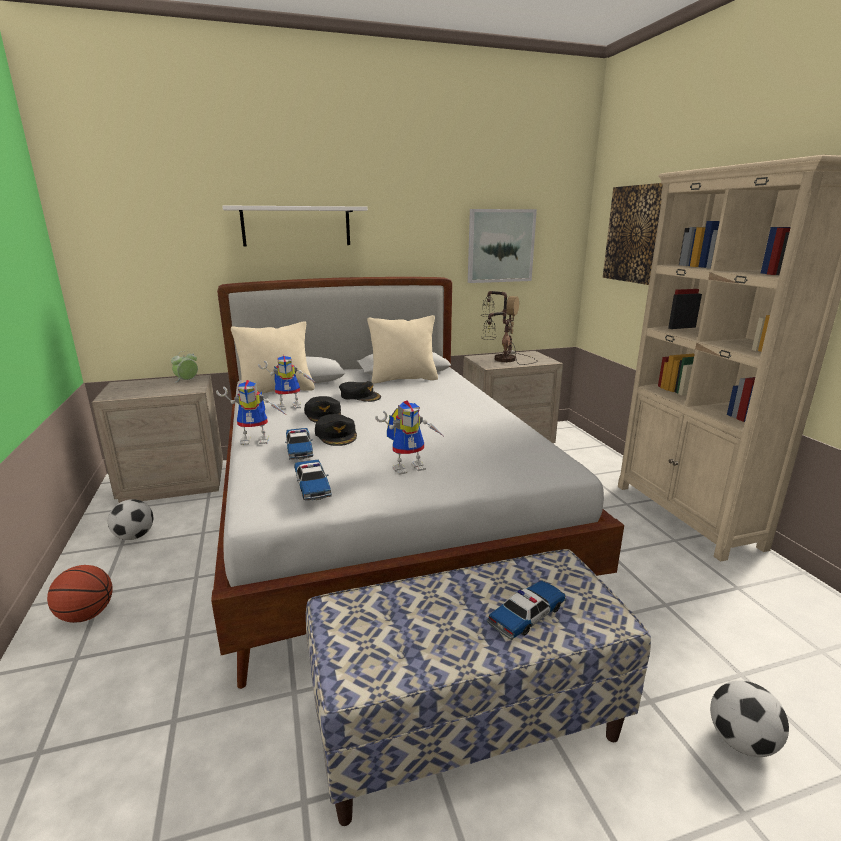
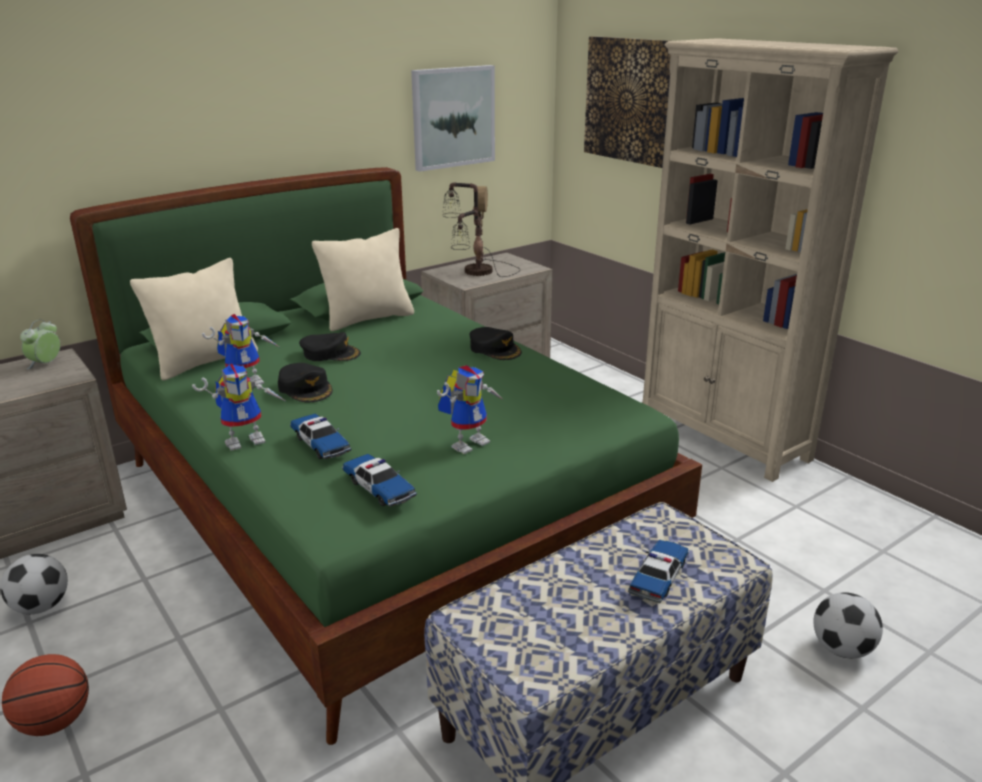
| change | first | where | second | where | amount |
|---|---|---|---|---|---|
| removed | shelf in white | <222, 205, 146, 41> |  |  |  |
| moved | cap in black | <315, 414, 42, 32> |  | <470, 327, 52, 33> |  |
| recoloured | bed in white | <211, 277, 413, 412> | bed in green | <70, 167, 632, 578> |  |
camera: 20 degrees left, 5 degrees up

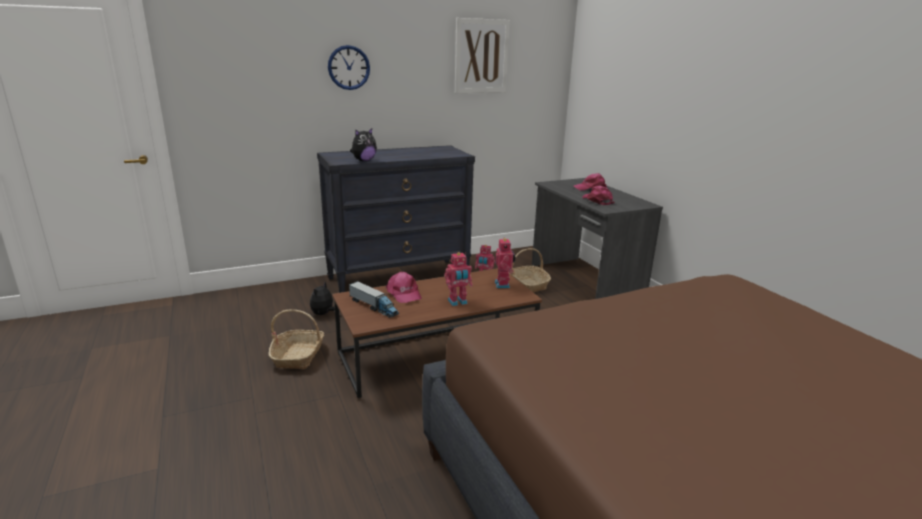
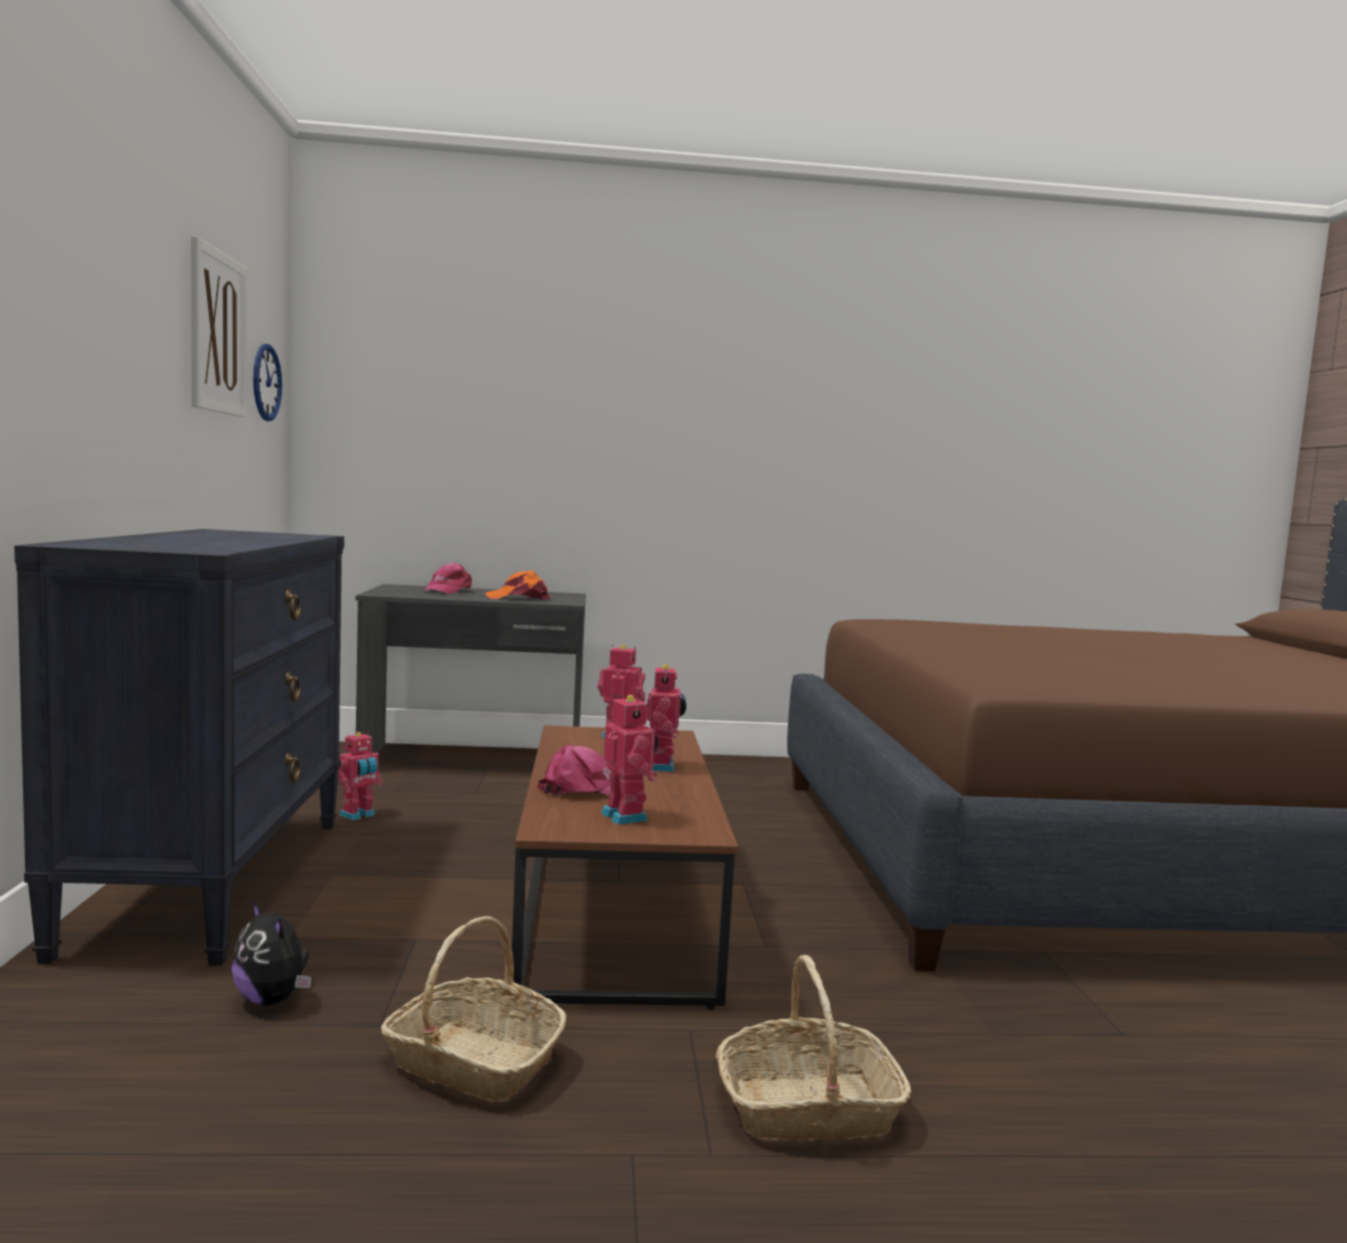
| change | first | where | second | where | amount |
|---|---|---|---|---|---|
| removed | plush toy | <350, 128, 27, 33> |  |  |  |
| moved | wall clock | <328, 45, 42, 45> |  | <253, 344, 29, 77> |  |
| moved | basket | <509, 248, 42, 44> |  | <716, 955, 195, 186> |  |
| replaced | toy truck | <349, 281, 50, 37> | toy robot | <601, 694, 57, 131> |  |
| recoloured | cap in pink | <582, 186, 33, 19> | cap in orange | <485, 570, 65, 30> |  |
camera: 70 degrees left, 15 degrees down

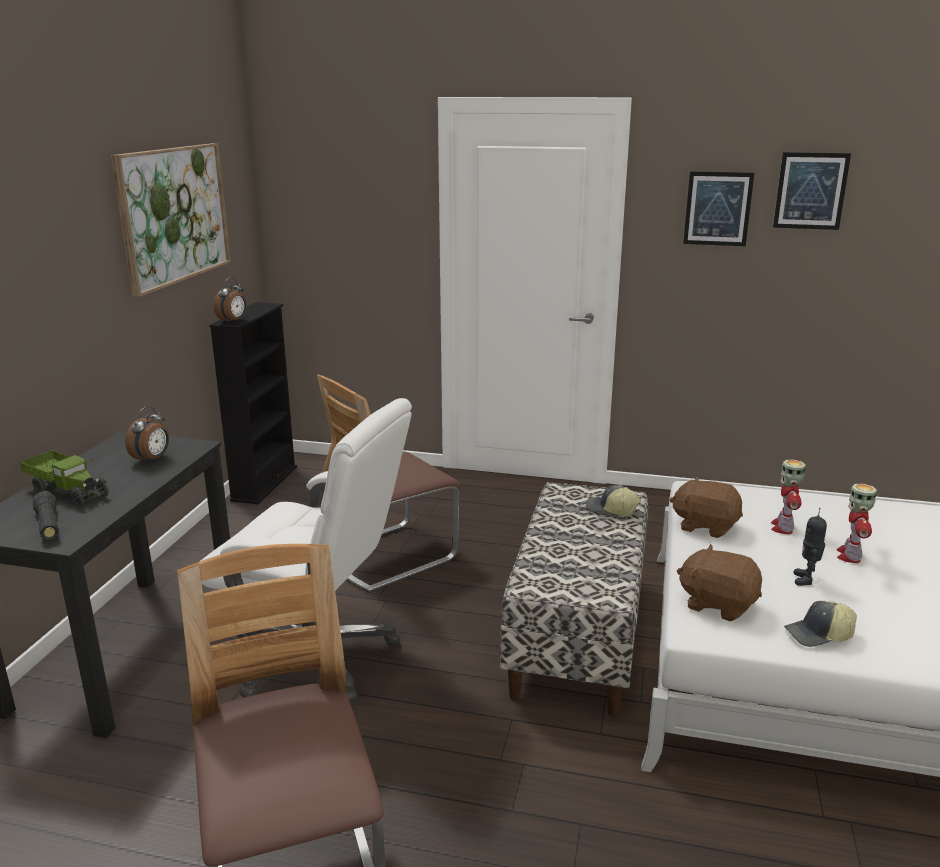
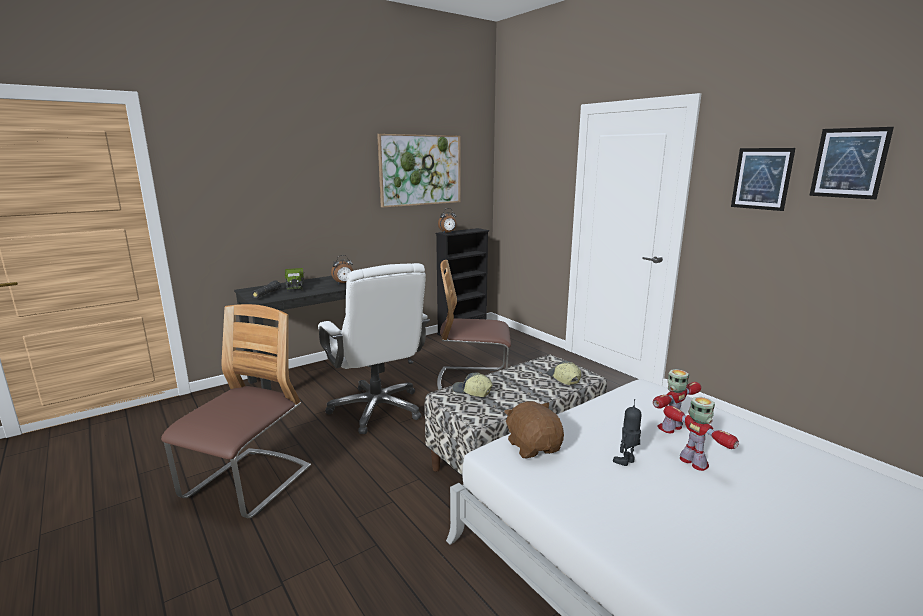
| change | first | where | second | where | amount |
|---|---|---|---|---|---|
| removed | plush toy in brown | <670, 476, 73, 62> |  |  |  |
| moved | cap | <784, 601, 73, 46> |  | <452, 373, 41, 24> |  |
| turned | toy robot | <837, 484, 40, 79> |  | <663, 397, 76, 74> | 90 degrees clockwise |
camera: 40 degrees right, 5 degrees down

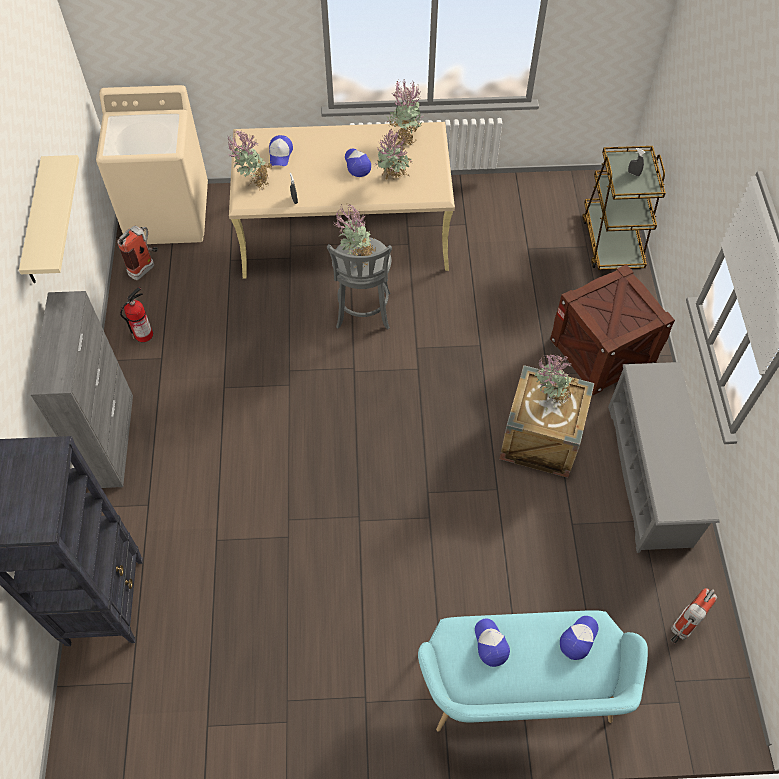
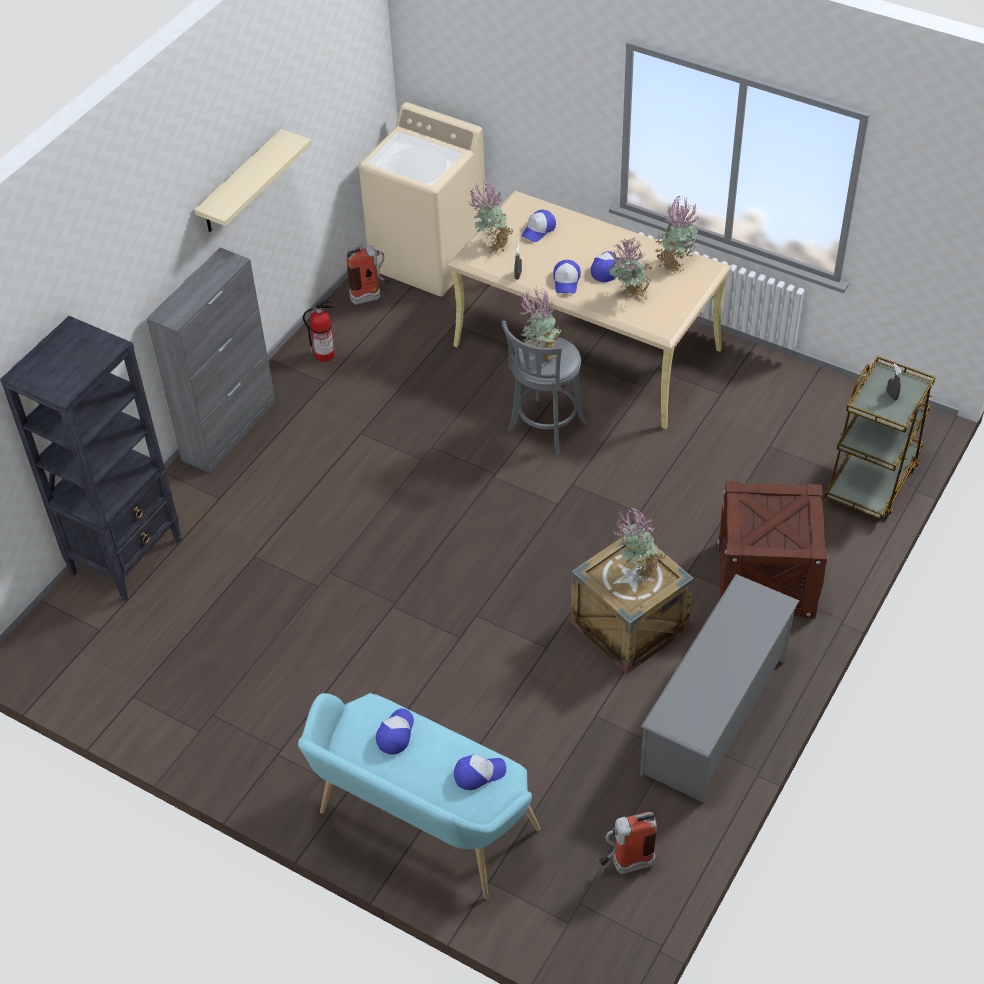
| change | first | where | second | where | amount |
|---|---|---|---|---|---|
| added |  |  | cap | <553, 260, 28, 34> |  |
camera: 35 degrees right, 10 degrees down

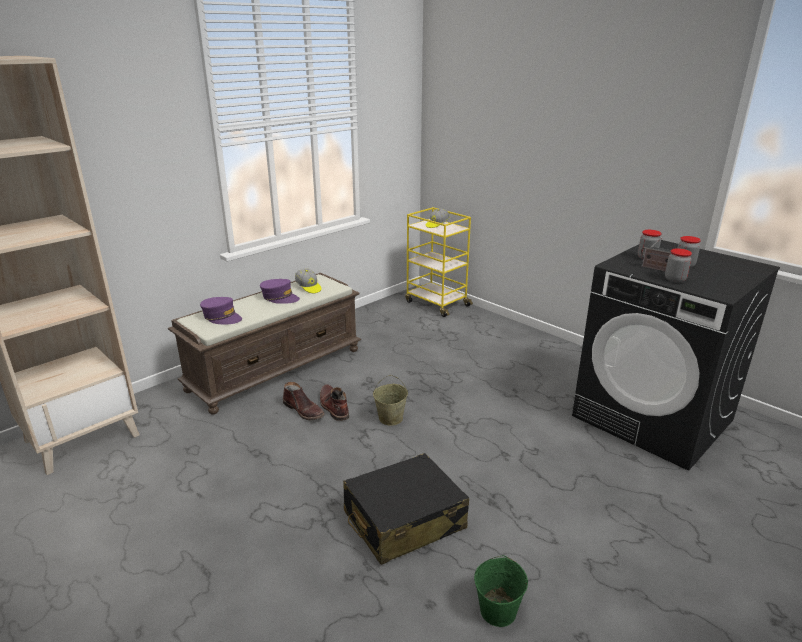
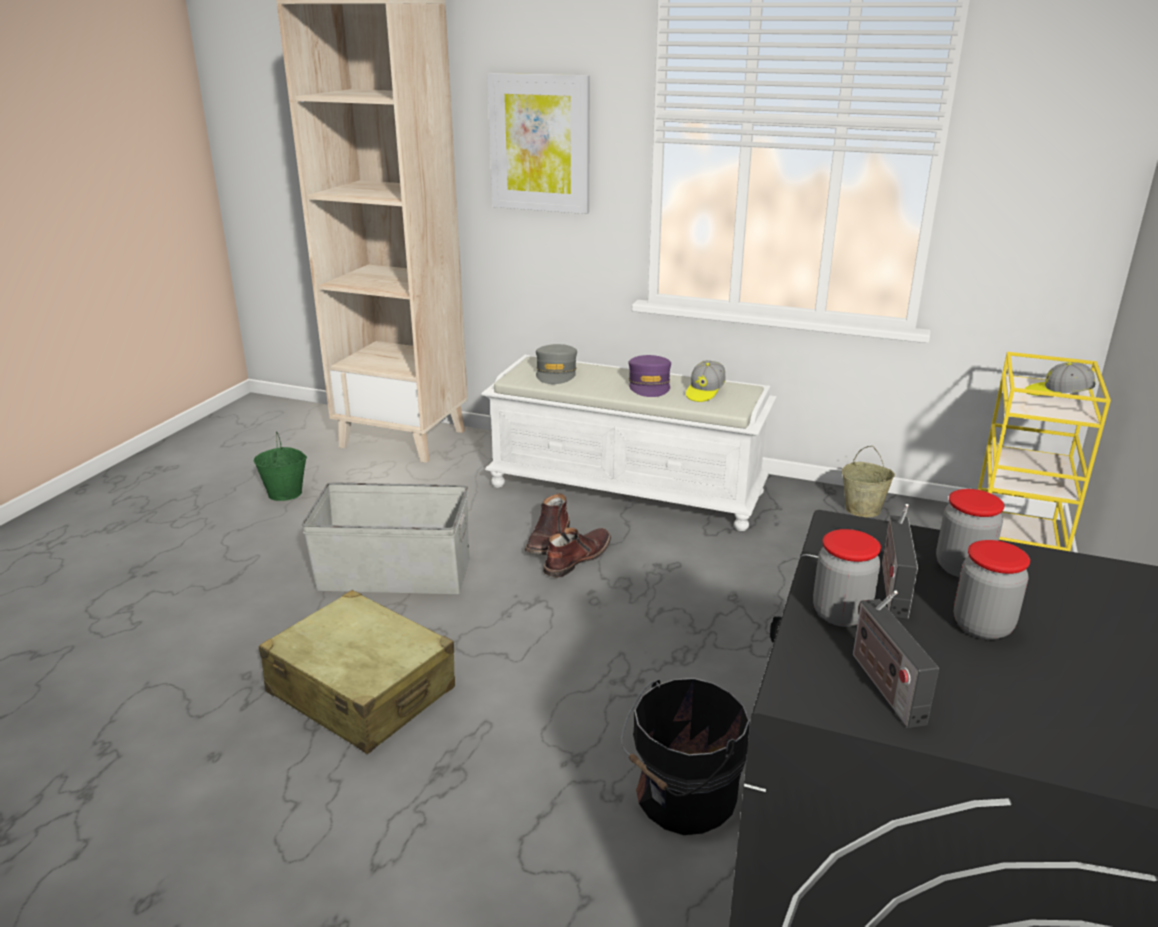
| change | first | where | second | where | amount |
|---|---|---|---|---|---|
| added |  |  | storage box in grey | <302, 482, 167, 112> |  |
| added |  |  | picture | <487, 73, 103, 141> |  |
| added |  |  | bucket in black | <621, 678, 129, 157> |  |
| added |  |  | radio | <853, 590, 86, 138> |  |
| moved | bucket in beige | <373, 375, 35, 50> |  | <842, 446, 53, 71> |  |
| moved | bucket in green | <474, 555, 54, 72> |  | <253, 431, 54, 70> |  |
| recoloured | bench in brown | <168, 273, 193, 142> | bench in white | <482, 355, 295, 176> |  |
| recoloured | cap in purple | <200, 297, 42, 27> | cap in grey | <536, 344, 41, 40> |  |
| recoloured | suitcase in black | <343, 453, 126, 112> | suitcase in beige | <259, 590, 196, 164> |  |
camera: 65 degrees right, 0 degrees up

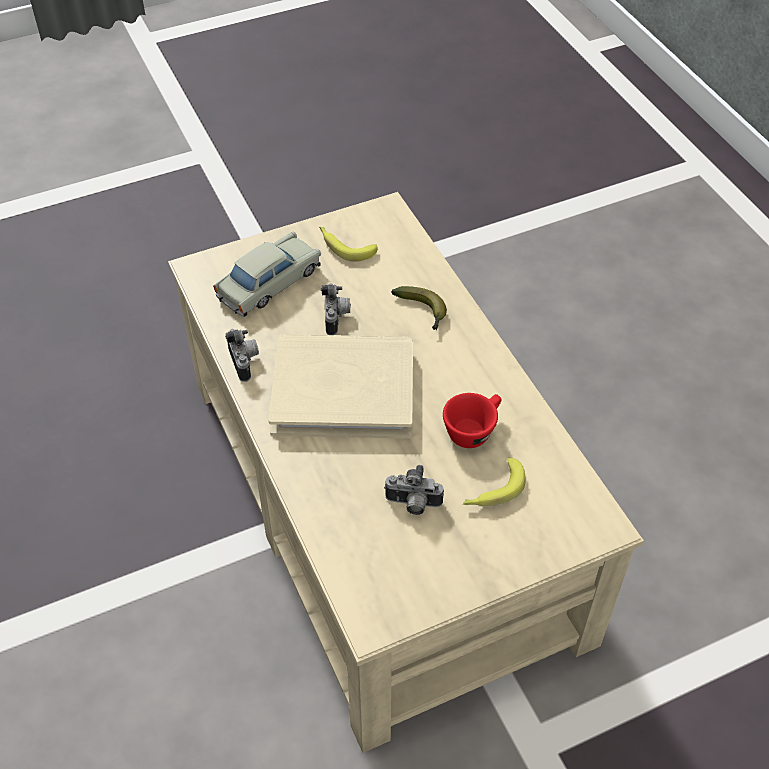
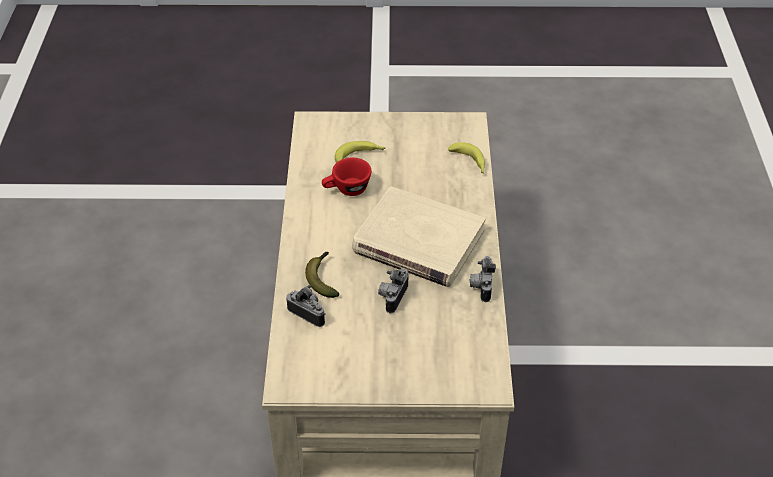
| change | first | where | second | where | amount |
|---|---|---|---|---|---|
| removed | toy car in beige | <213, 231, 108, 86> |  |  |  |
| moved | banana | <319, 227, 59, 35> |  | <448, 142, 37, 31> |  |
| moved | photo camera | <384, 465, 60, 50> |  | <286, 285, 40, 42> |  |
camera: 155 degrees left, 5 degrees down

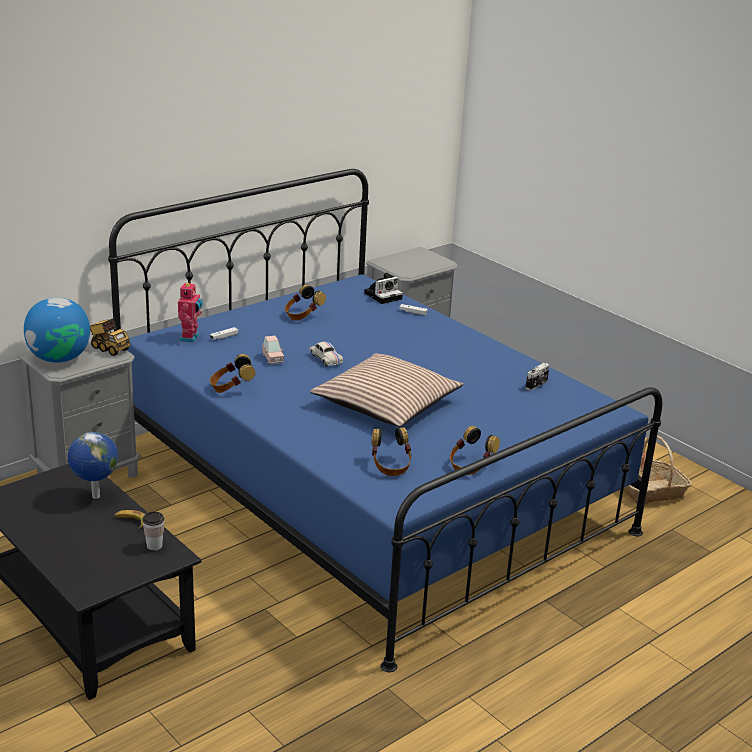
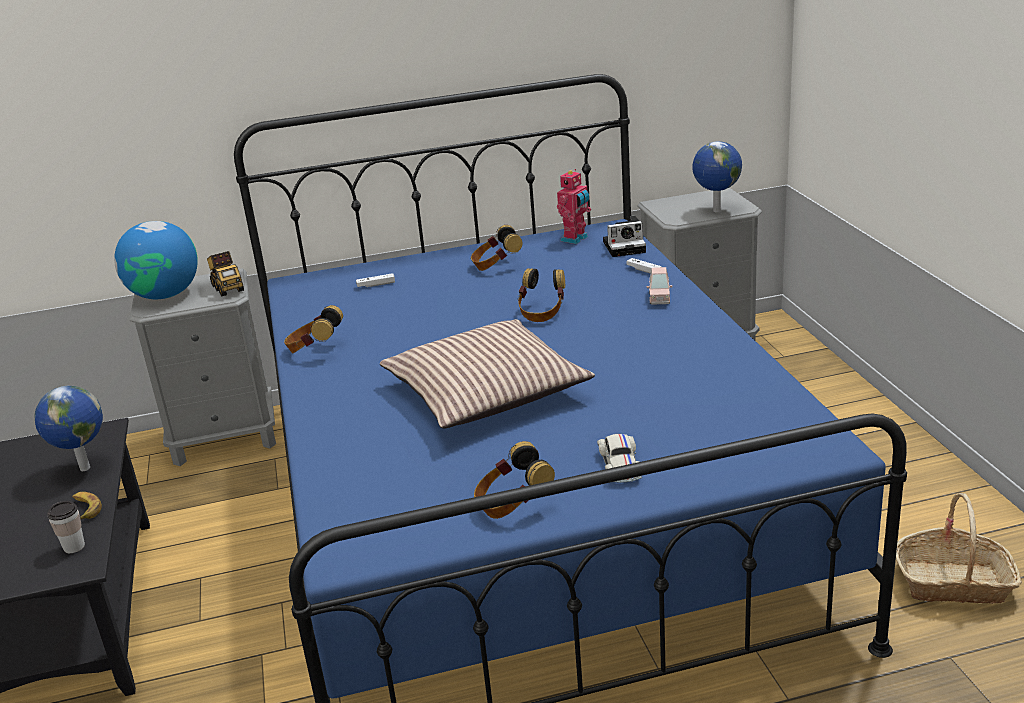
| change | first | where | second | where | amount |
|---|---|---|---|---|---|
| removed | photo camera | <526, 363, 24, 28> |  |  |  |
| added |  |  | globe | <692, 141, 50, 71> |  |
| moved | toy robot | <178, 281, 25, 62> |  | <557, 169, 34, 75> |  |
| moved | toy car in pink | <262, 336, 22, 28> |  | <647, 267, 26, 38> |  |
| moved | toy car in white | <309, 342, 34, 25> |  | <597, 434, 45, 49> |  |
| moved | headphones | <371, 427, 41, 49> |  | <518, 268, 47, 54> |  |
camera: 30 degrees right, 0 degrees up

